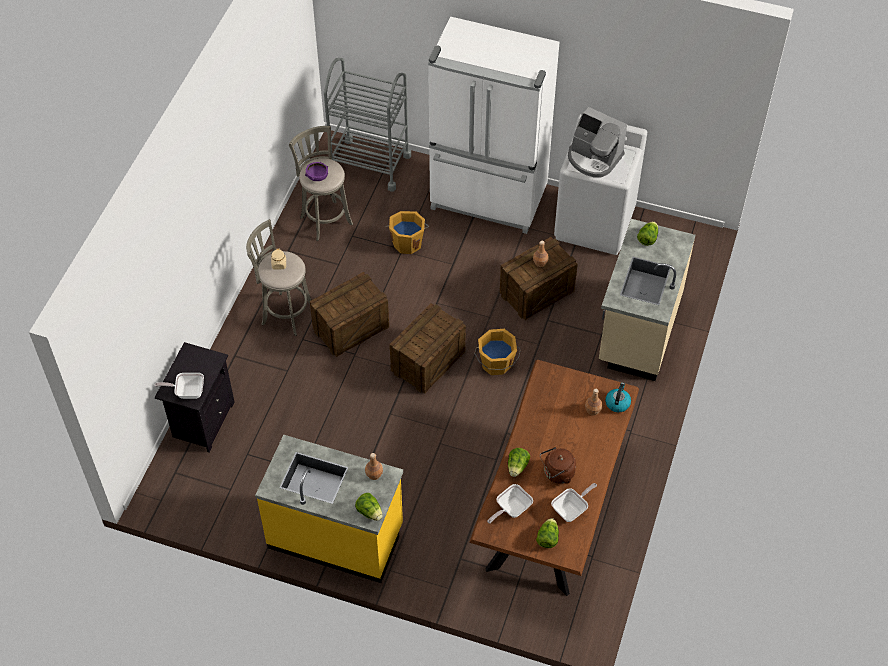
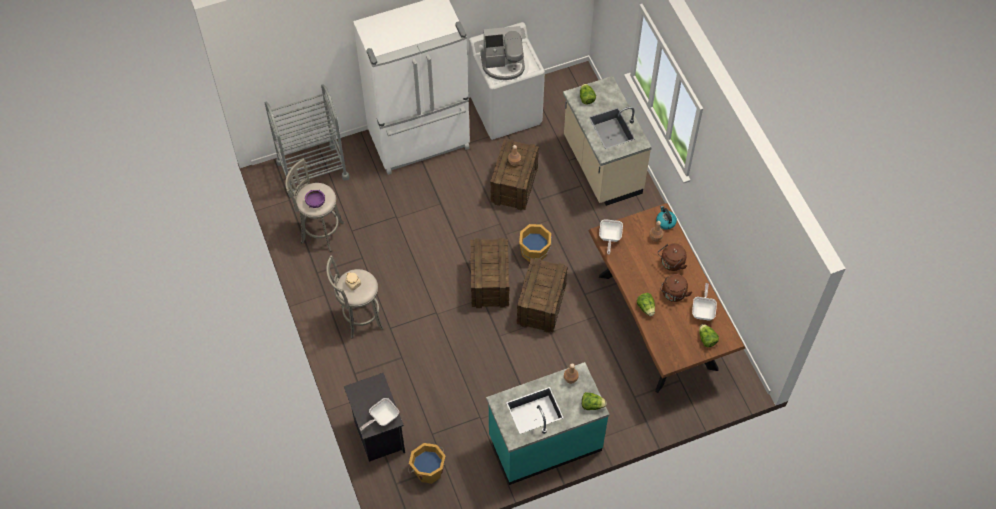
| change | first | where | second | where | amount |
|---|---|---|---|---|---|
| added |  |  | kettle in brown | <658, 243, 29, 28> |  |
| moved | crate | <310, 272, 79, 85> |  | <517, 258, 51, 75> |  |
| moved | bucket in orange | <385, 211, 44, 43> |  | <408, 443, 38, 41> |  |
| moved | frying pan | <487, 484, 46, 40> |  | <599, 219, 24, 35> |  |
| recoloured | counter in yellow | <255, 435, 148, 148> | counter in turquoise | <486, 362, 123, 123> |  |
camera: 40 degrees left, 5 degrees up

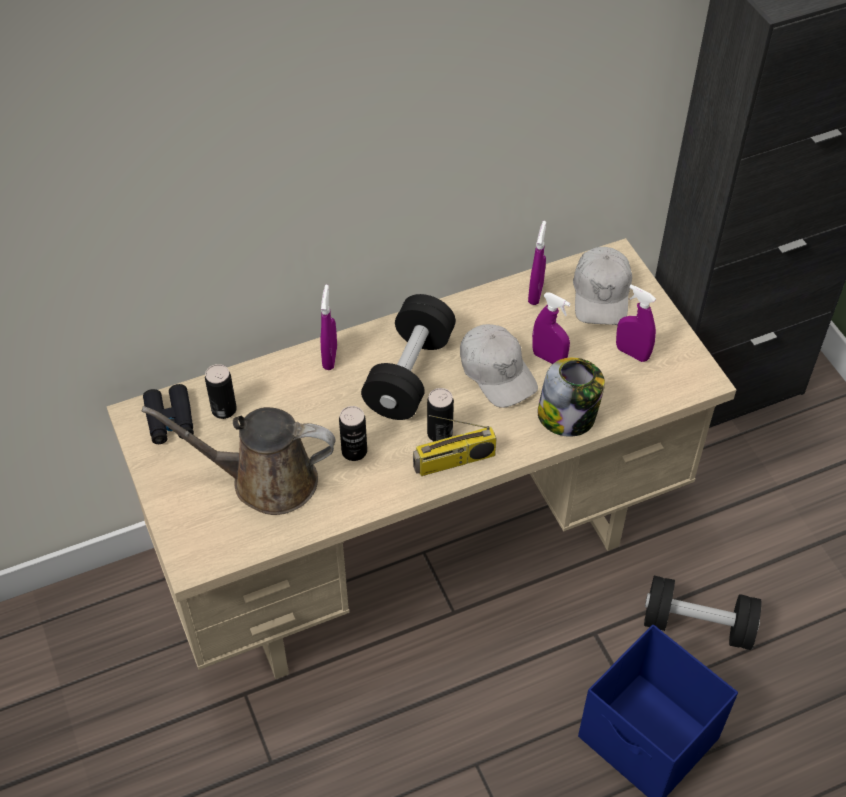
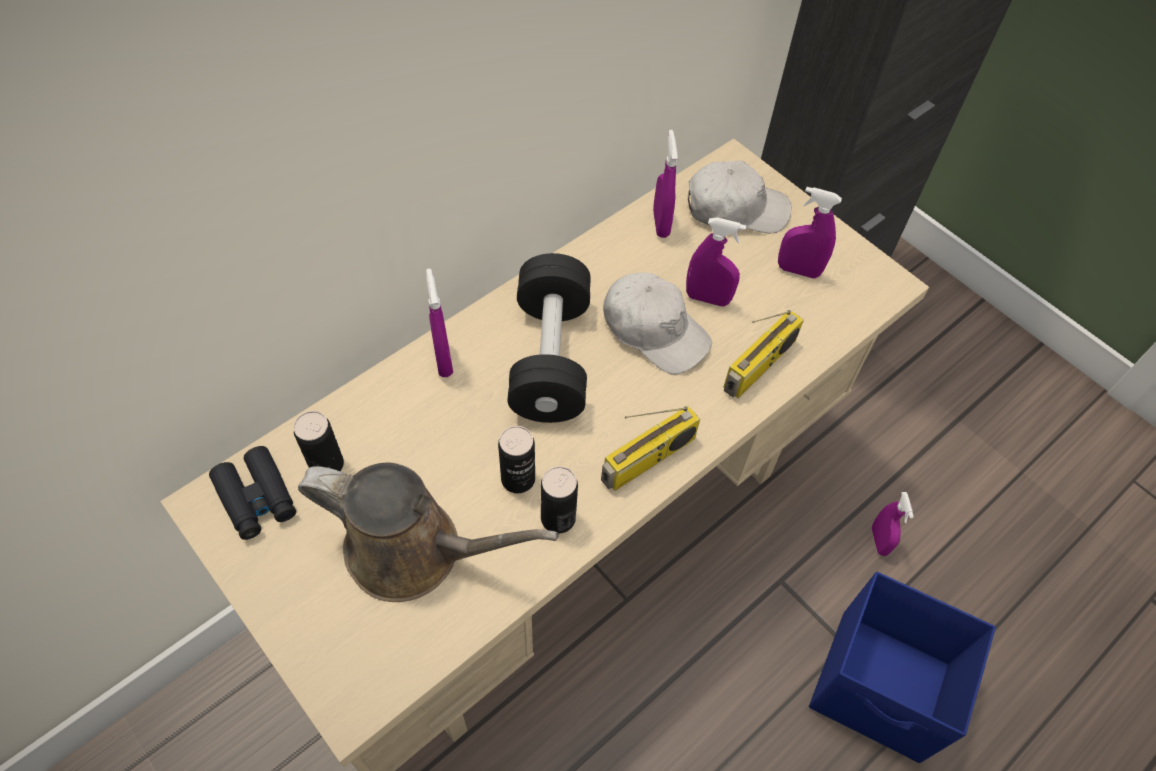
| change | first | where | second | where | amount |
|---|---|---|---|---|---|
| moved | can | <427, 388, 27, 53> |  | <541, 466, 37, 68> |  |
| replaced | jar | <538, 358, 67, 78> | radio | <724, 310, 80, 88> |  |
| replaced | dumbbell in black | <644, 576, 118, 74> | spray bottle in purple | <872, 492, 42, 64> |  |
| turned | watering can in brown | <141, 406, 195, 109> |  | <298, 463, 261, 139> | 150 degrees counterclockwise |
| turned | cap in white | <573, 247, 59, 78> |  | <688, 161, 104, 72> | 75 degrees counterclockwise |
camera: 20 degrees left, 5 degrees up

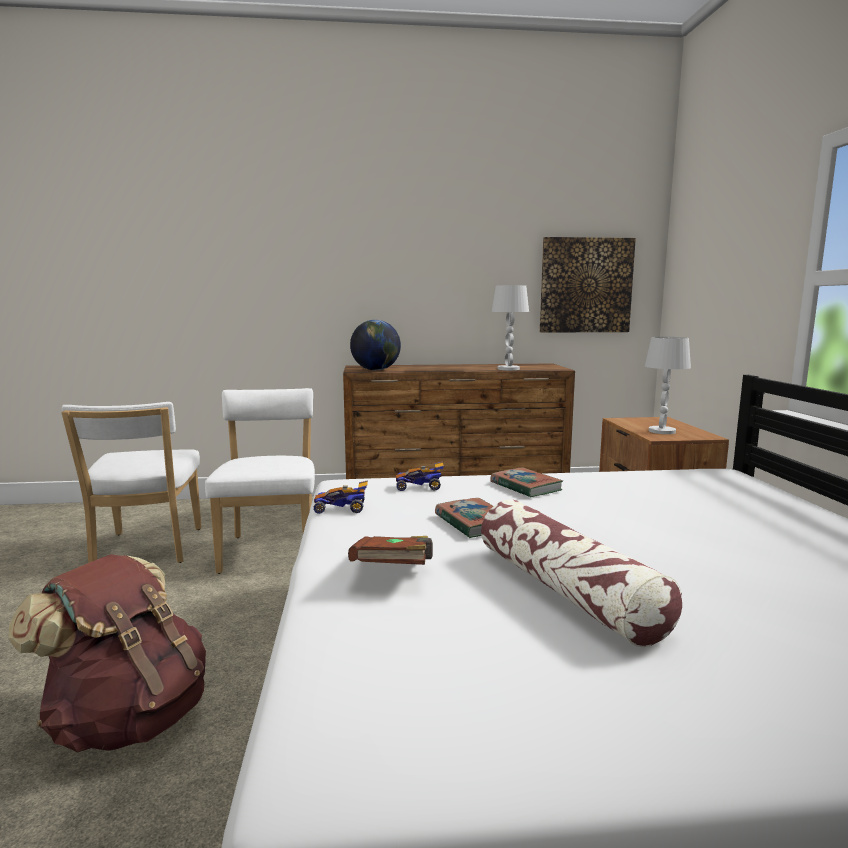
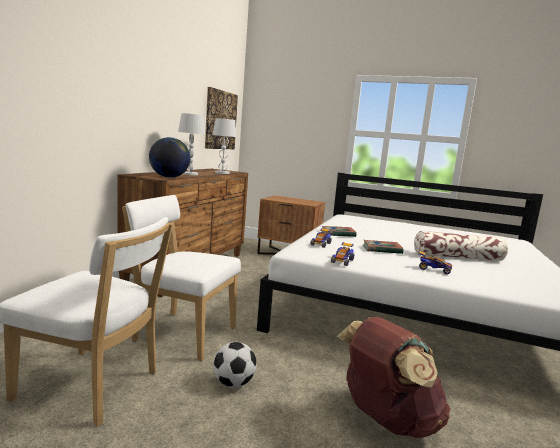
| change | first | where | second | where | amount |
|---|---|---|---|---|---|
| added |  |  | football | <213, 342, 44, 46> |  |
| moved | table lamp in white | <645, 337, 46, 97> |  | <178, 113, 27, 62> |  |
| replaced | book in brown | <348, 536, 85, 29> | toy car | <419, 251, 33, 23> |  |
camera: 65 degrees left, 0 degrees up

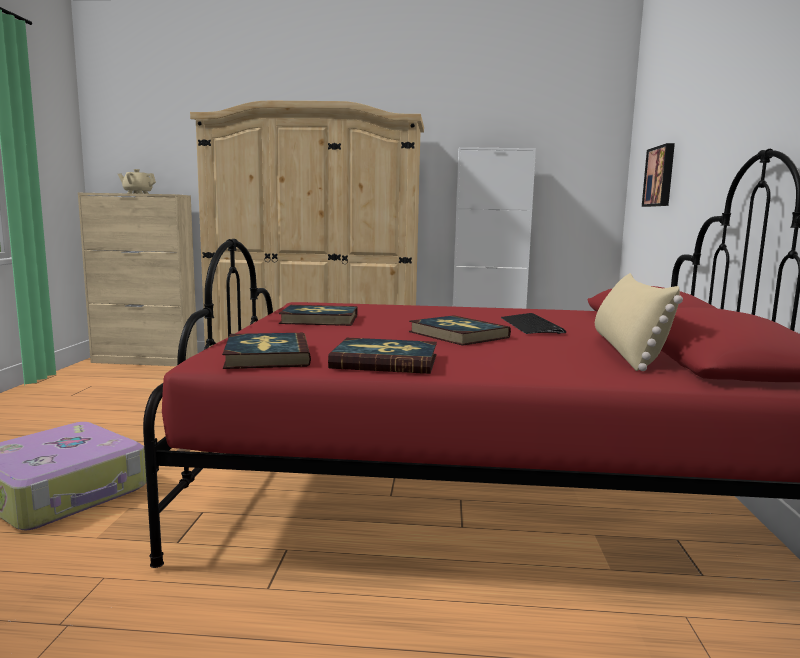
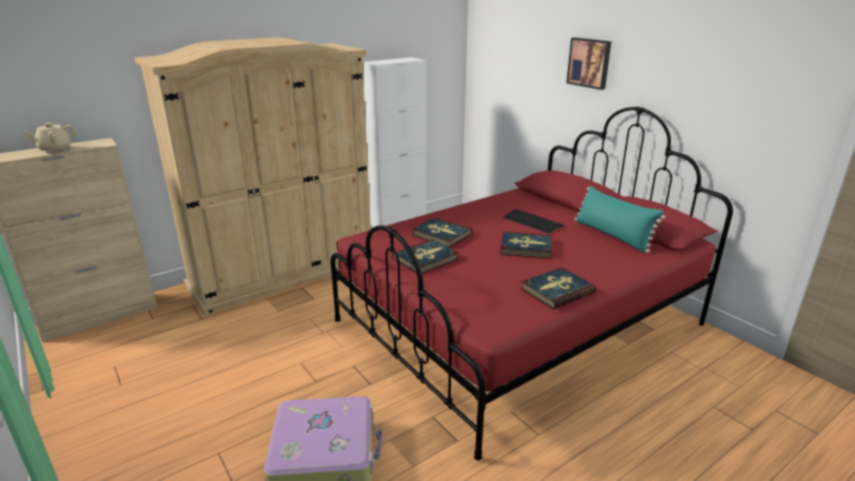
| change | first | where | second | where | amount |
|---|---|---|---|---|---|
| moved | book | <222, 333, 89, 36> |  | <412, 217, 60, 31> |  |
| moved | picture | <642, 143, 33, 64> |  | <566, 38, 46, 52> |  |
| recoloured | pillow in beige | <595, 273, 88, 98> | pillow in turquoise | <575, 186, 91, 67> |  |
camera: 40 degrees left, 15 degrees up

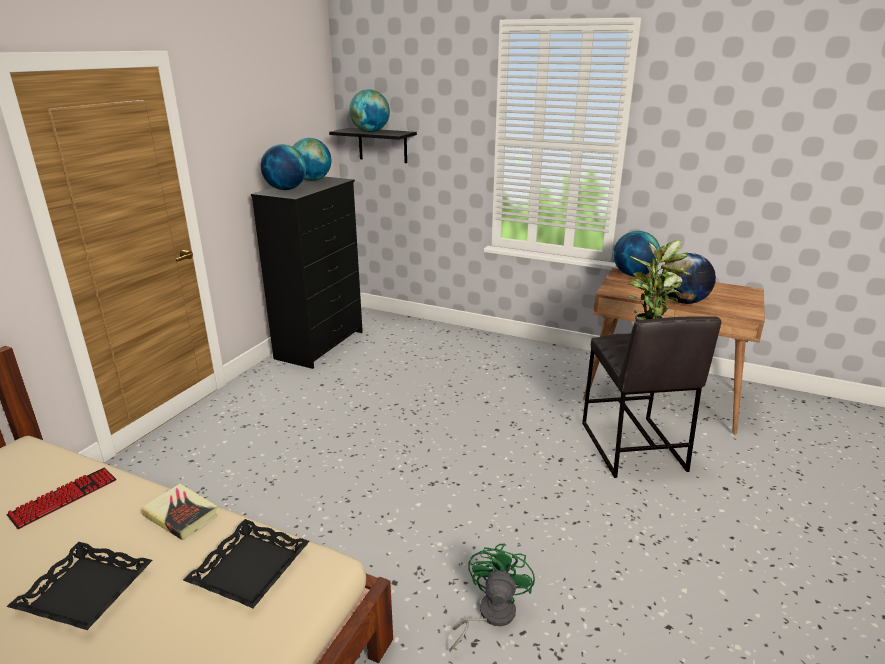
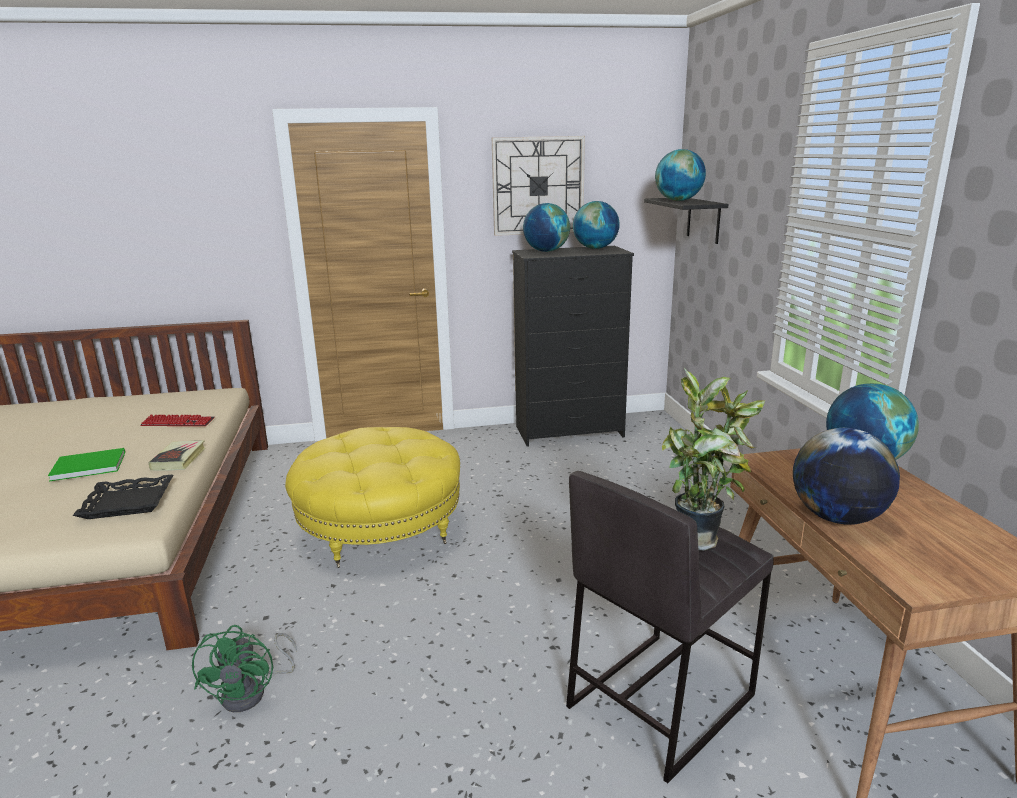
| change | first | where | second | where | amount |
|---|---|---|---|---|---|
| added |  |  | ottoman in yellow | <285, 427, 175, 141> |  |
| added |  |  | wall clock | <492, 136, 93, 100> |  |
| replaced | tray in black | <6, 542, 147, 88> | book in green | <48, 448, 77, 33> |  |
| turned | fan in green | <449, 544, 86, 108> |  | <192, 625, 105, 87> | 105 degrees clockwise |
camera: 55 degrees right, 5 degrees down

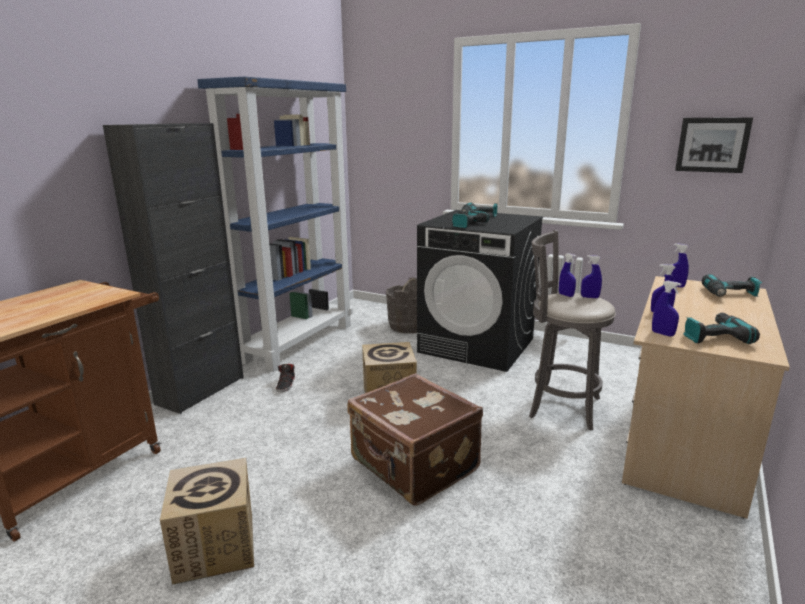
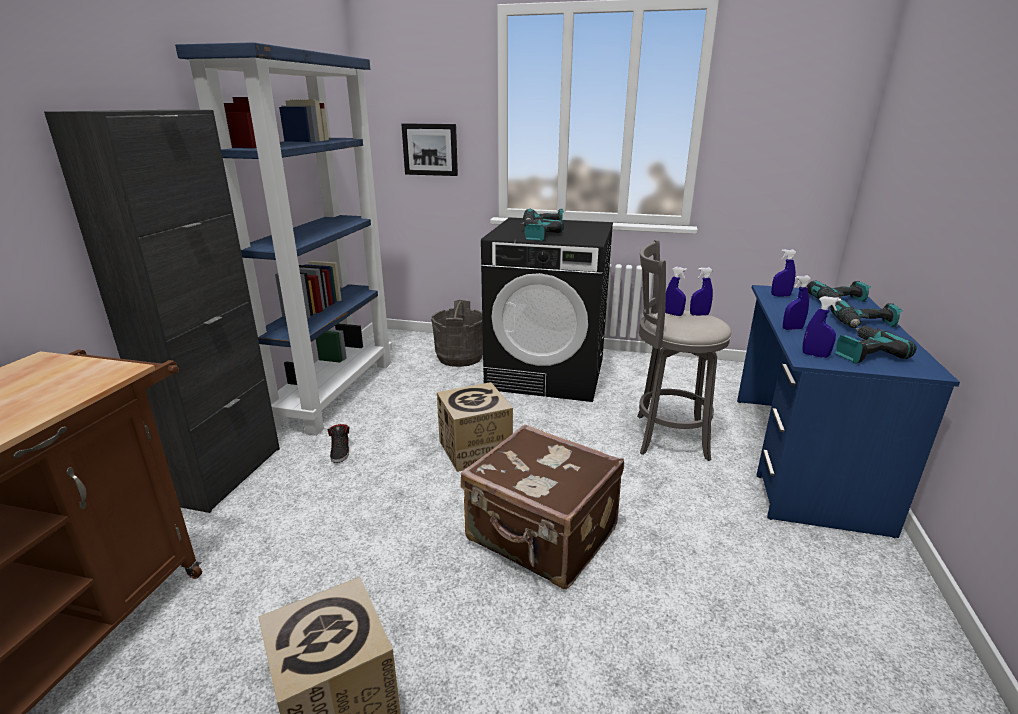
| change | first | where | second | where | amount |
|---|---|---|---|---|---|
| added |  |  | power drill | <830, 300, 73, 28> |  |
| moved | picture | <675, 117, 78, 56> |  | <401, 123, 57, 53> |  |
| recoloured | desk in beige | <622, 276, 168, 243> | desk in blue | <737, 285, 223, 253> |  |
camera: 15 degrees left, 5 degrees up

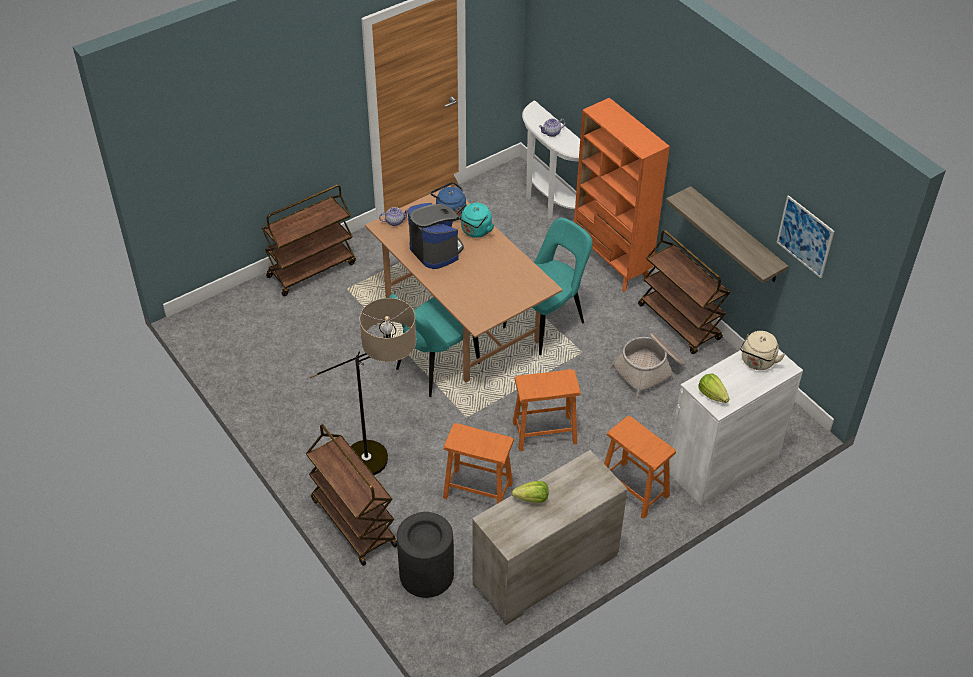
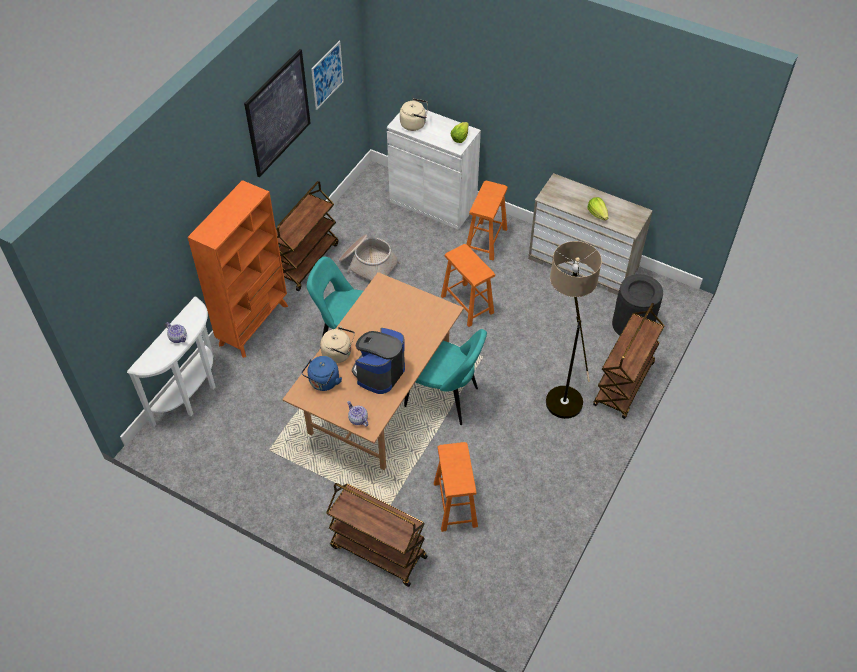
| change | first | where | second | where | amount |
|---|---|---|---|---|---|
| removed | shelf | <666, 186, 122, 97> |  |  |  |
| added |  |  | picture | <244, 49, 67, 128> |  |
| moved | stool in orange | <443, 423, 71, 81> |  | <434, 442, 44, 90> |  |
| recoloured | kettle in turquoise | <456, 203, 38, 35> | kettle in beige | <320, 326, 35, 37> |  |
camera: 115 degrees left, 5 degrees up

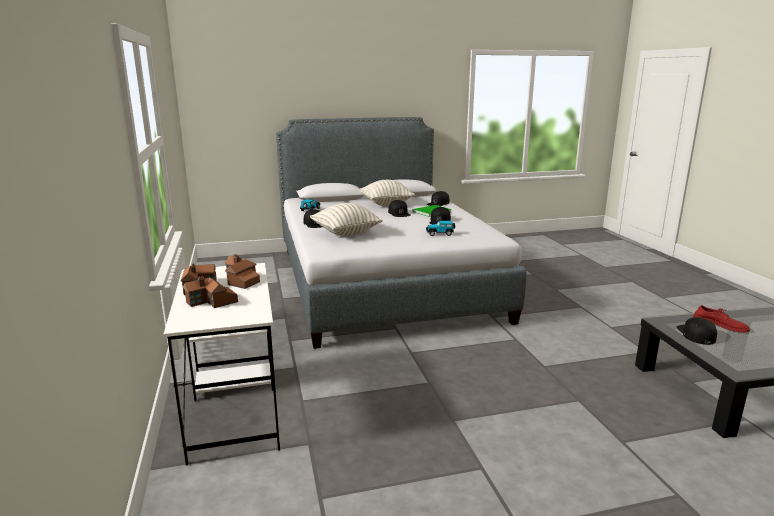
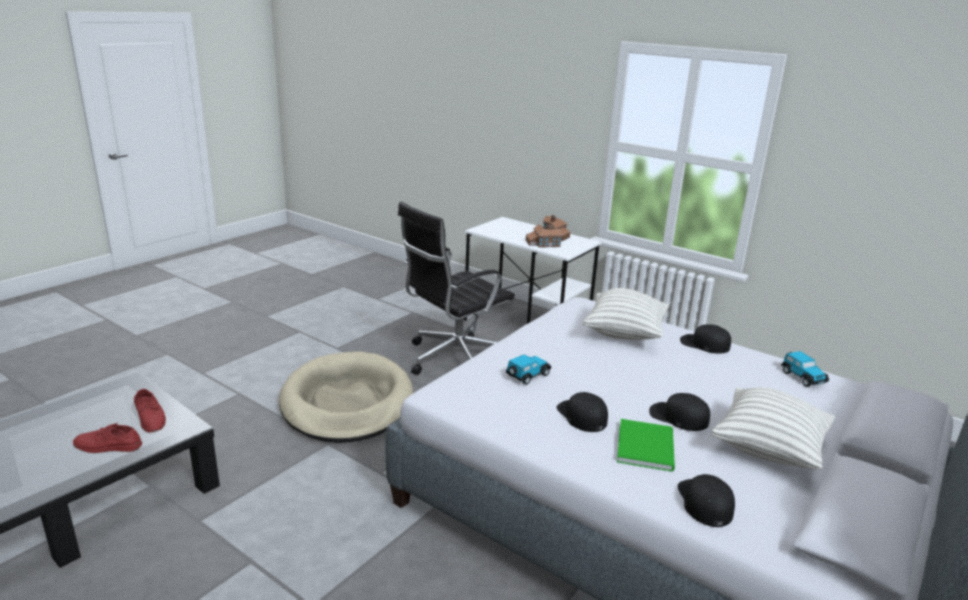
| change | first | where | second | where | amount |
|---|---|---|---|---|---|
| removed | toy house | <183, 276, 55, 32> |  |  |  |
| added |  |  | dog bed in beige | <279, 352, 134, 91> |  |
| added |  |  | office chair in black | <398, 202, 117, 173> |  |
| replaced | cap in black | <677, 317, 40, 28> | shoe in red | <134, 389, 32, 43> |  |
camera: 140 degrees right, 5 degrees up

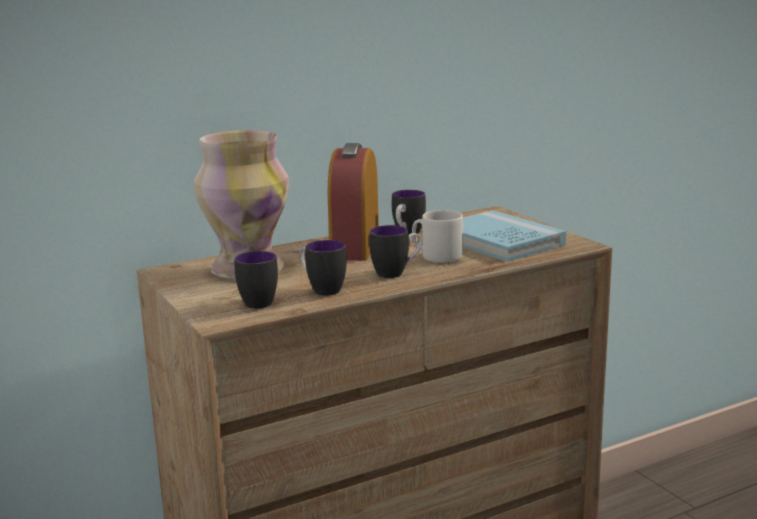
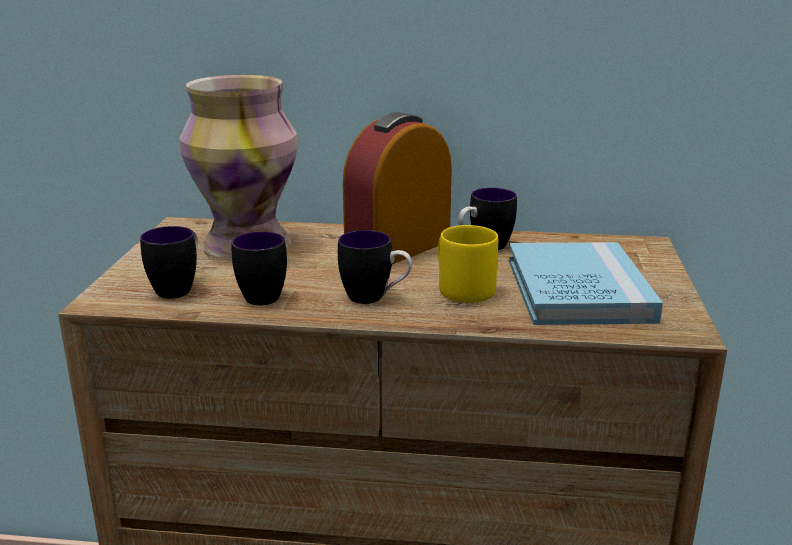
| change | first | where | second | where | amount |
|---|---|---|---|---|---|
| recoloured | mug in grey | <412, 210, 51, 53> | mug in yellow | <438, 225, 60, 78> |  |
camera: 35 degrees right, 5 degrees up

